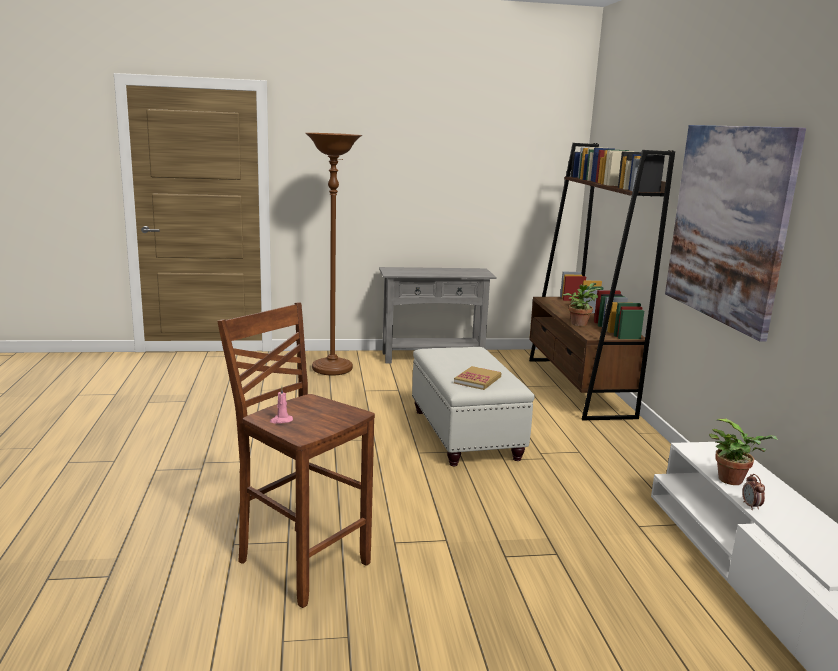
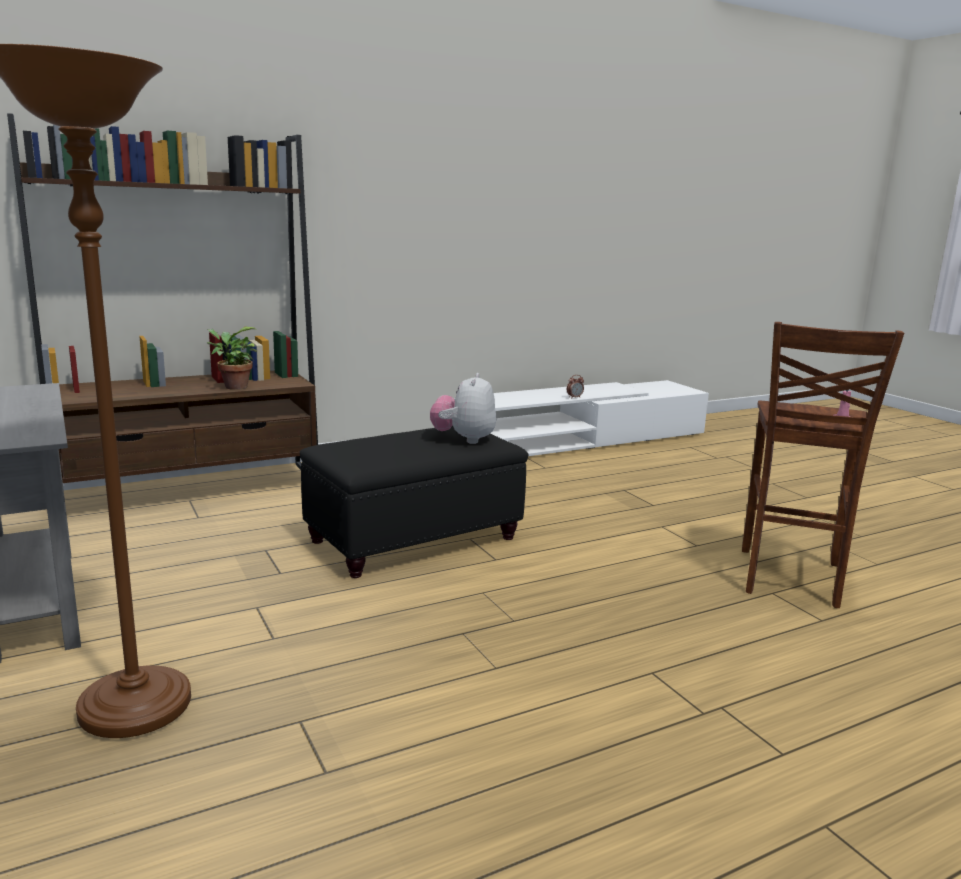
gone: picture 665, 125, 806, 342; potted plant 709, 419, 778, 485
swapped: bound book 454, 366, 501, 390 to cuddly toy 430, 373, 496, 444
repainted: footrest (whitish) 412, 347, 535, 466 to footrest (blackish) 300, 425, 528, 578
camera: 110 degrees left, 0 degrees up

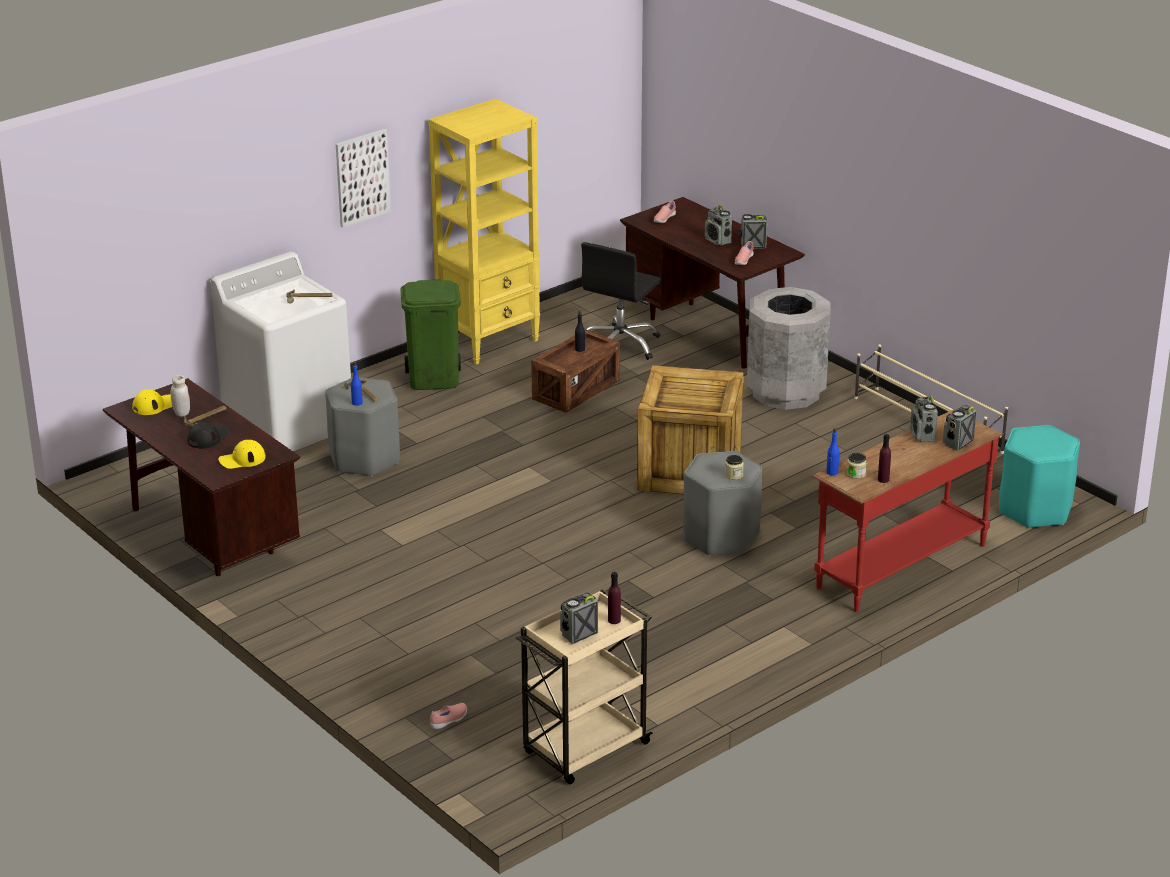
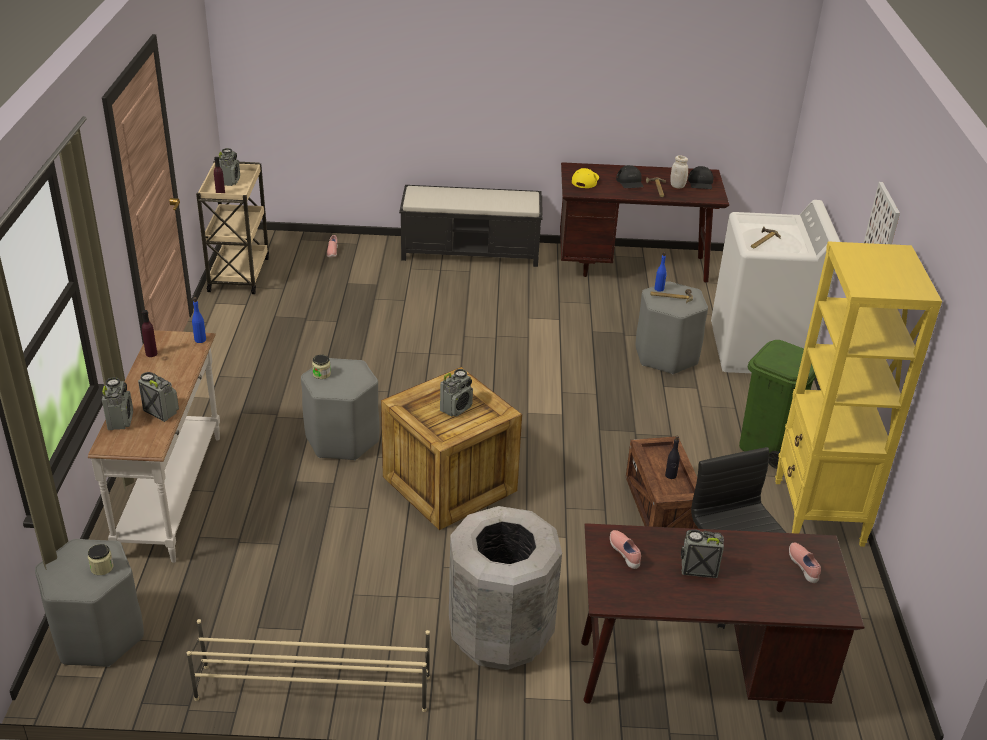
new: long seat (blackish) 399, 185, 542, 267
shifted: radio receiver 740, 214, 767, 249 to 440, 369, 473, 417; jar 847, 453, 867, 479 to 88, 544, 114, 575
repainted: peaked cap (yellow) 132, 389, 172, 415 to peaked cap (blackish) 688, 166, 714, 189; hall table (red-coloured) 812, 409, 1003, 612 to hall table (whitish) 88, 330, 220, 563; sitting stool (turquoise-coloured) 999, 425, 1080, 528 to sitting stool (greyish) 35, 539, 144, 667
camera: 130 degrees right, 5 degrees up

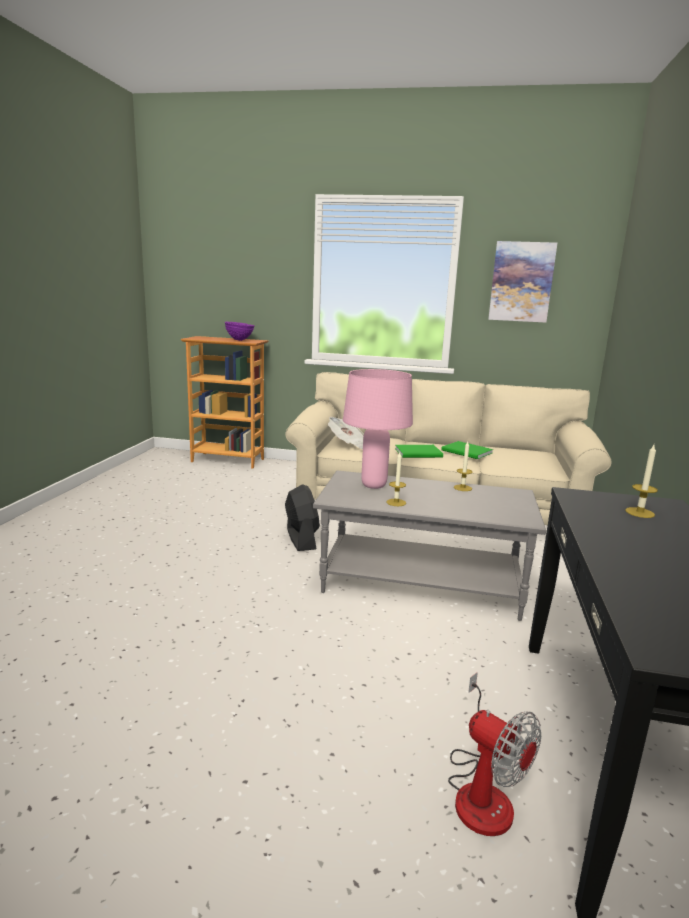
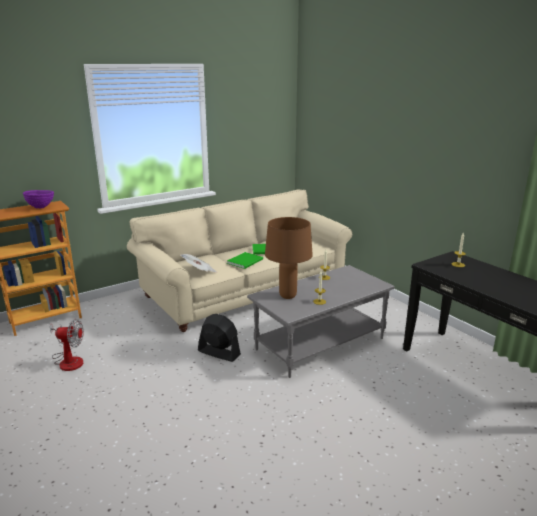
gone: picture 488, 241, 557, 323
shifted: cooling fan 448, 672, 541, 836 to 50, 319, 84, 371
repainted: table lamp (pink) 343, 369, 413, 489 to table lamp (brownish) 265, 217, 313, 299
camera: 45 degrees left, 5 degrees up

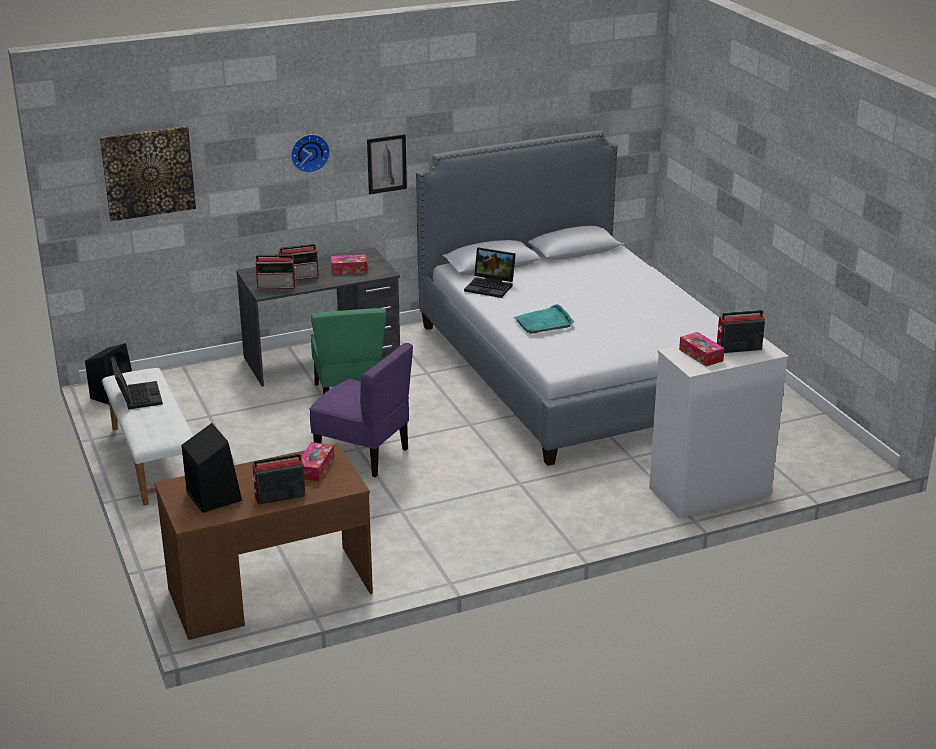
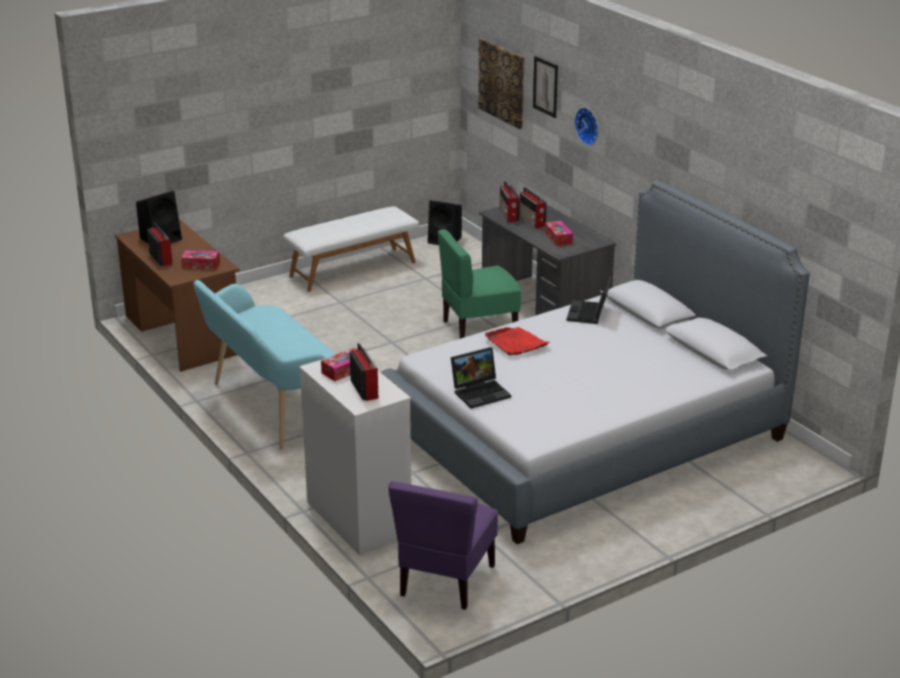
new: long seat (turquoise-coloured) 193, 280, 336, 450
shifted: picture 367, 134, 407, 194 to 533, 56, 558, 118; chair (purplish) 309, 343, 413, 477 to 388, 482, 498, 610; portable computer 111, 357, 163, 410 to 451, 347, 511, 409
repainted: serving tray (turquoise-coloured) 514, 304, 574, 334 to serving tray (red-coloured) 485, 327, 550, 355
camera: 80 degrees right, 0 degrees up

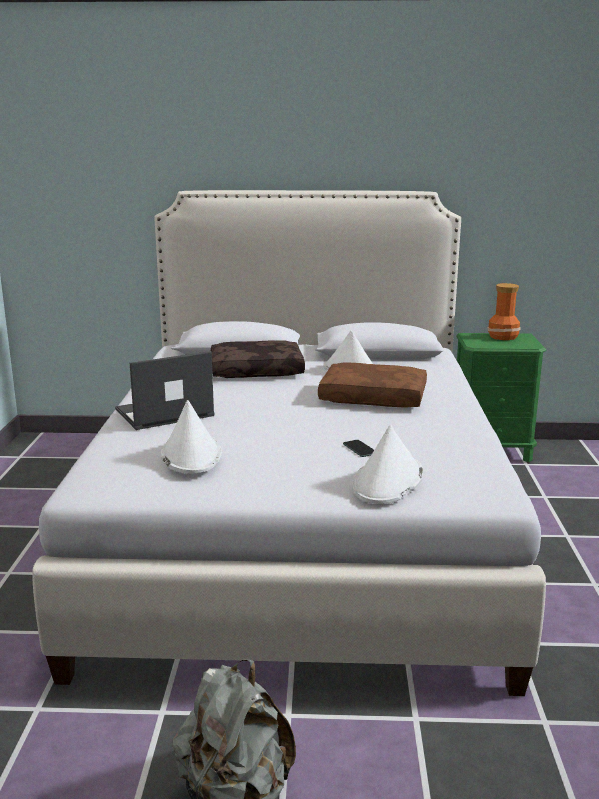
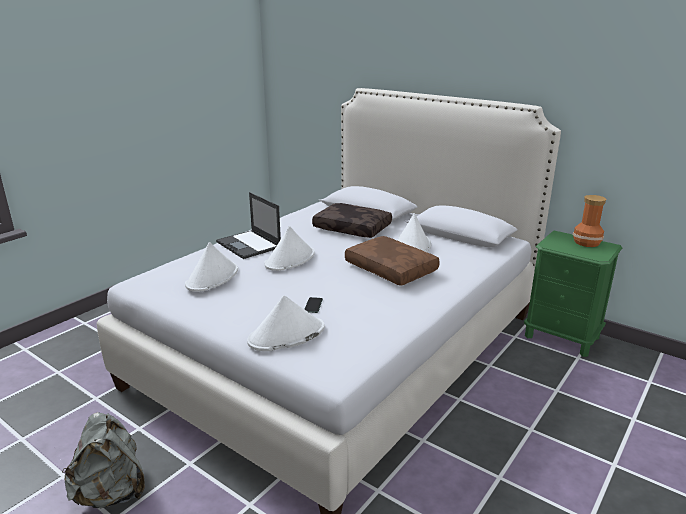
new: clothing hat (whitish) 264, 226, 315, 271
rotated: portable computer 115, 351, 215, 430 = 216, 192, 281, 259 135 degrees counterclockwise
camera: 35 degrees right, 5 degrees up

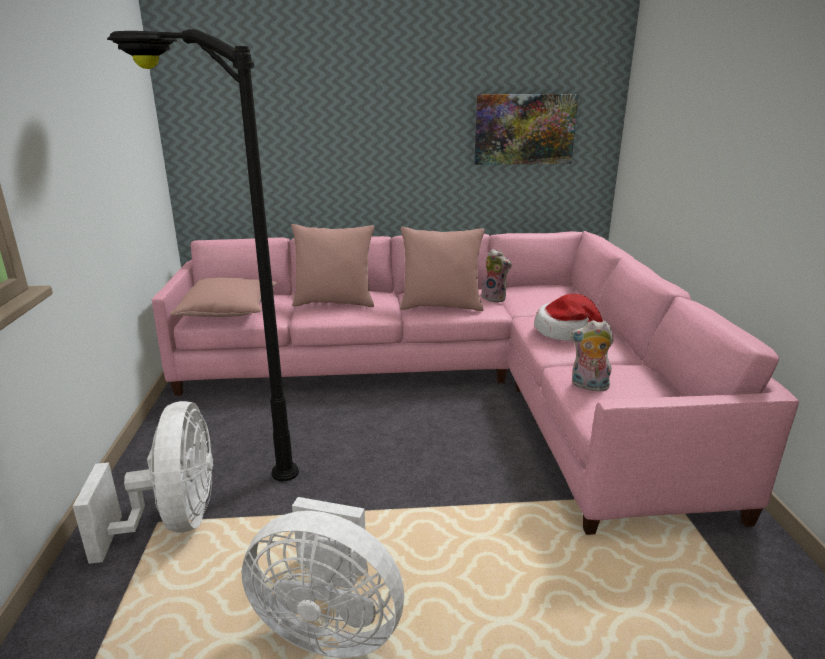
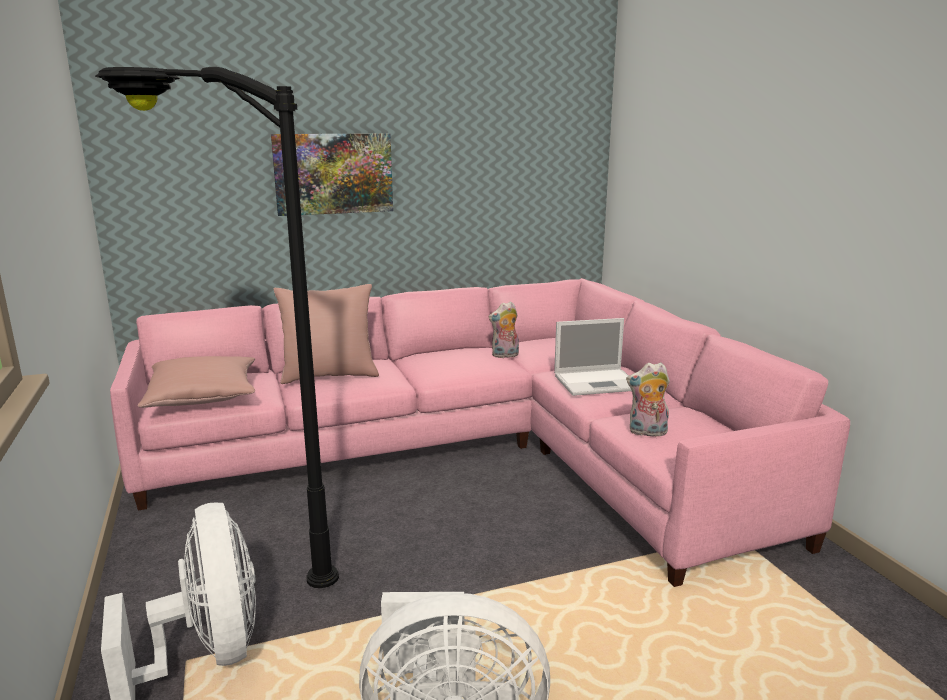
gone: cushion (pink) 400, 227, 485, 311
shifted: picture 474, 94, 579, 165 to 271, 133, 393, 216
swapped: clothing hat 534, 294, 603, 341 to portable computer 554, 318, 632, 396
rotated: cuddly toy 481, 249, 512, 303 = 489, 301, 519, 358 135 degrees clockwise
camera: 15 degrees left, 5 degrees down

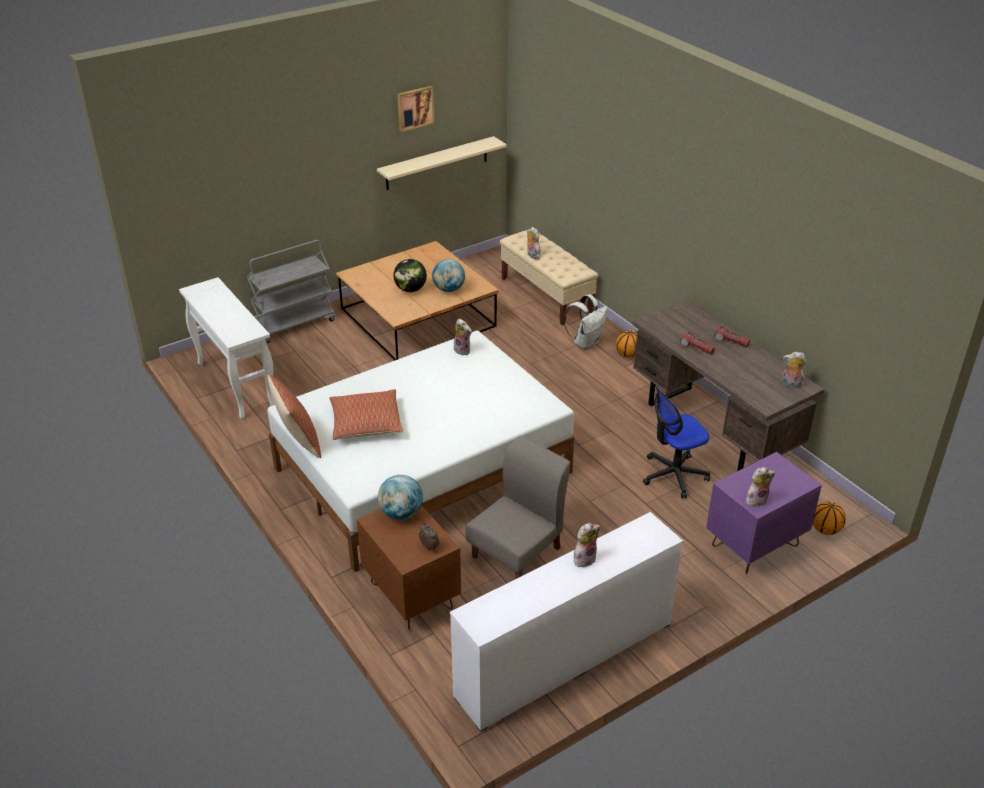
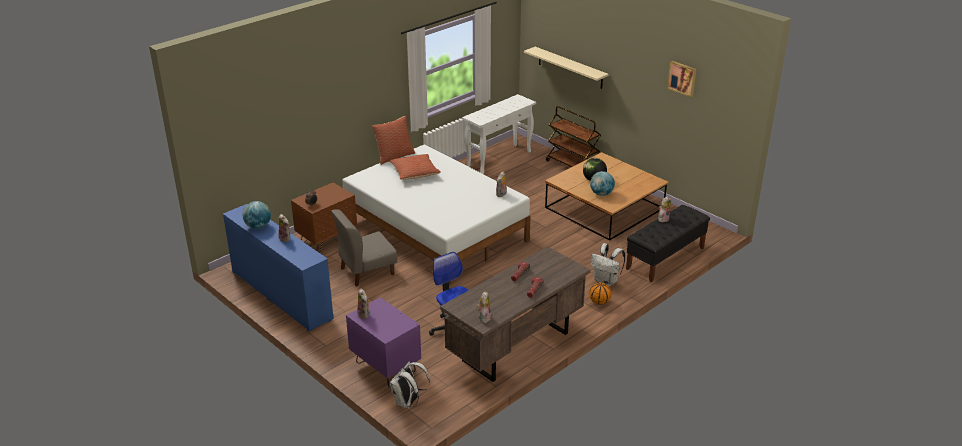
shifted: bracket shelf (beige) 377, 136, 507, 190 to 524, 47, 609, 89; globe 378, 475, 423, 520 to 243, 201, 271, 229
swapped: ball for basketball 813, 502, 846, 535 to knapsack (whitish) 390, 362, 430, 409
repainted: long seat (beige) 500, 230, 599, 326 to long seat (blackish) 626, 205, 710, 283; cart (greyish) 247, 240, 335, 343 to cart (brownish) 546, 106, 601, 167; drawer chest (whitish) 450, 512, 683, 732 to drawer chest (blue-coloured) 223, 204, 333, 332
rotated: chair (greyish) 465, 436, 570, 579 = 331, 209, 398, 287 120 degrees clockwise
camera: 80 degrees right, 5 degrees down

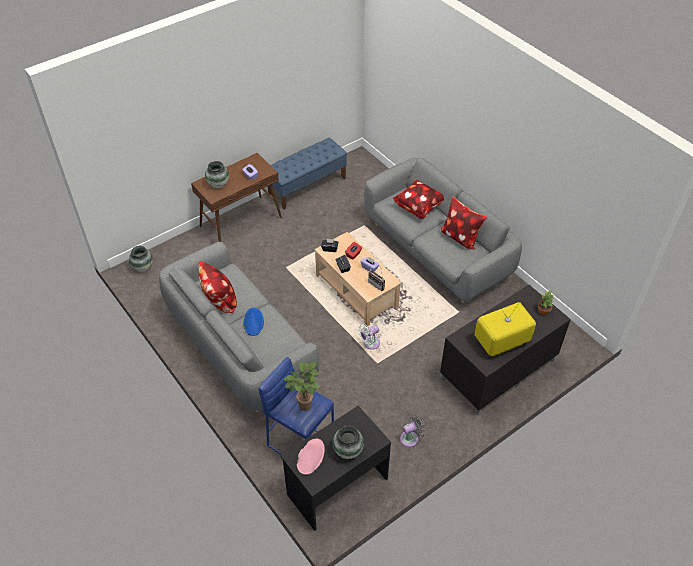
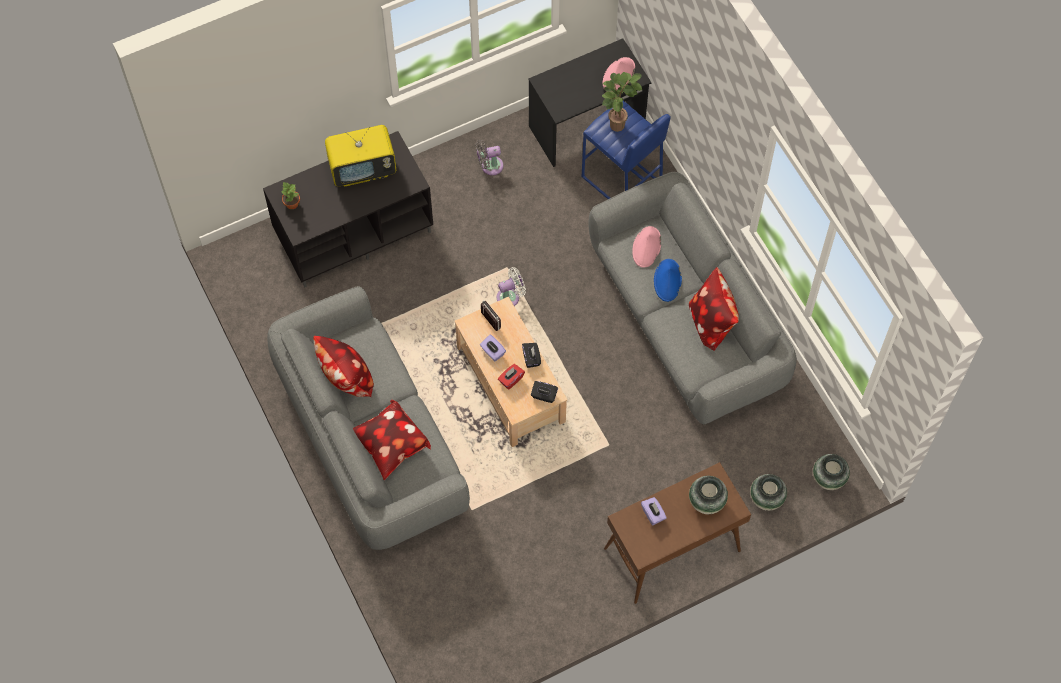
gone: long seat (blue-coloured) 268, 138, 347, 209
new: clothing hat (pink) 632, 226, 661, 268
shifted: vase 332, 426, 364, 459 to 750, 474, 787, 511
camera: 170 degrees left, 15 degrees up

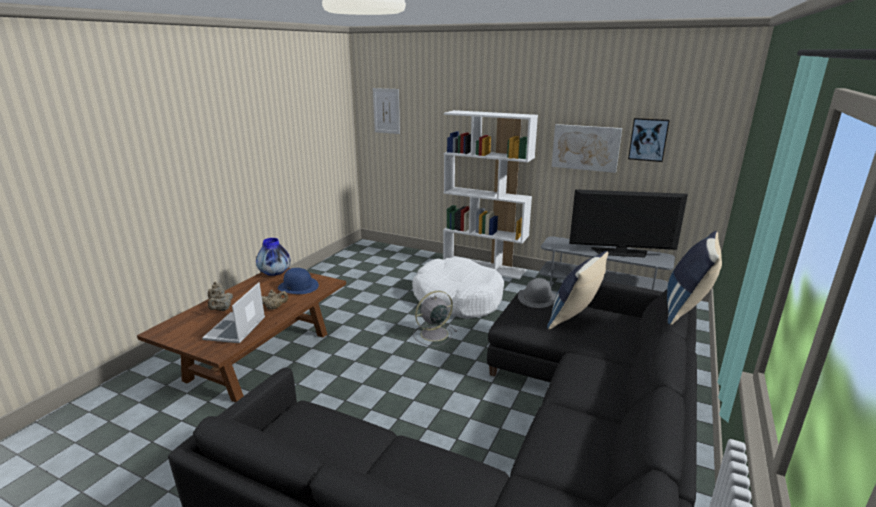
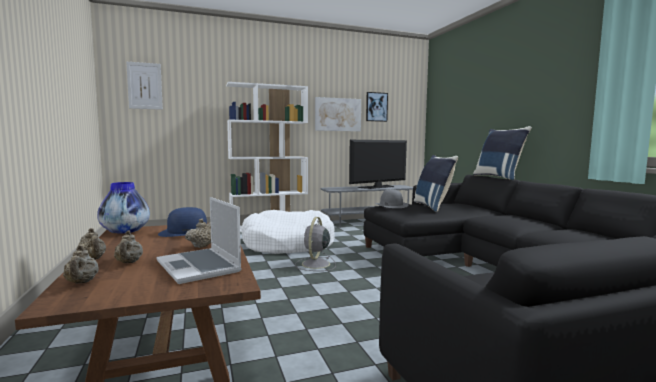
new: teapot (beige) 63, 245, 99, 284
camera: 45 degrees left, 15 degrees down

